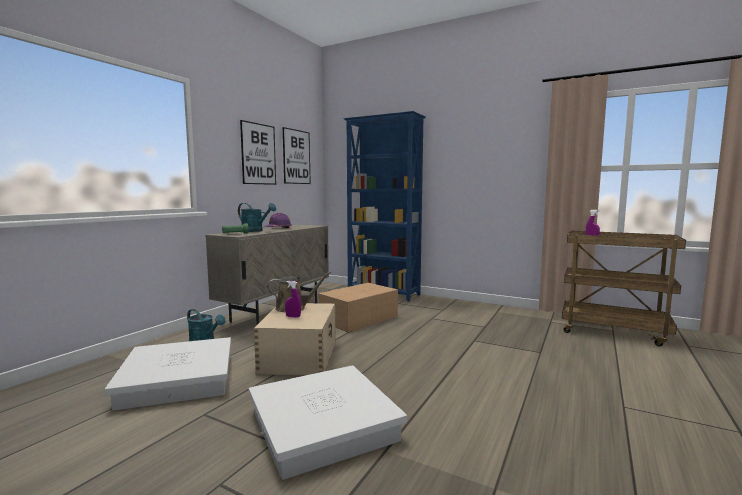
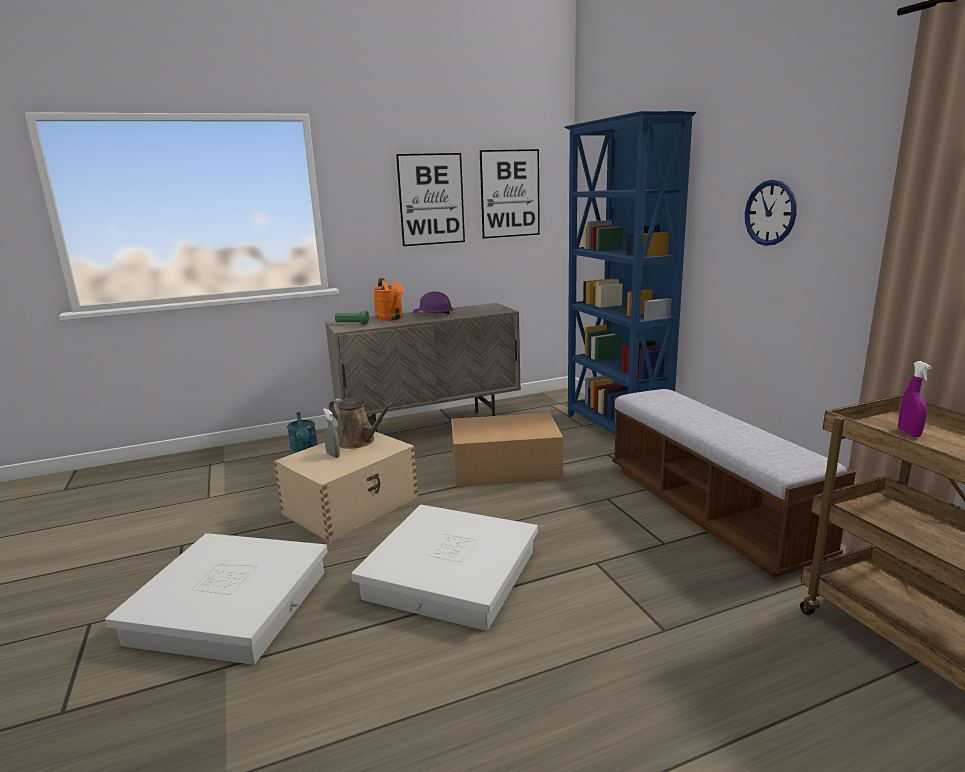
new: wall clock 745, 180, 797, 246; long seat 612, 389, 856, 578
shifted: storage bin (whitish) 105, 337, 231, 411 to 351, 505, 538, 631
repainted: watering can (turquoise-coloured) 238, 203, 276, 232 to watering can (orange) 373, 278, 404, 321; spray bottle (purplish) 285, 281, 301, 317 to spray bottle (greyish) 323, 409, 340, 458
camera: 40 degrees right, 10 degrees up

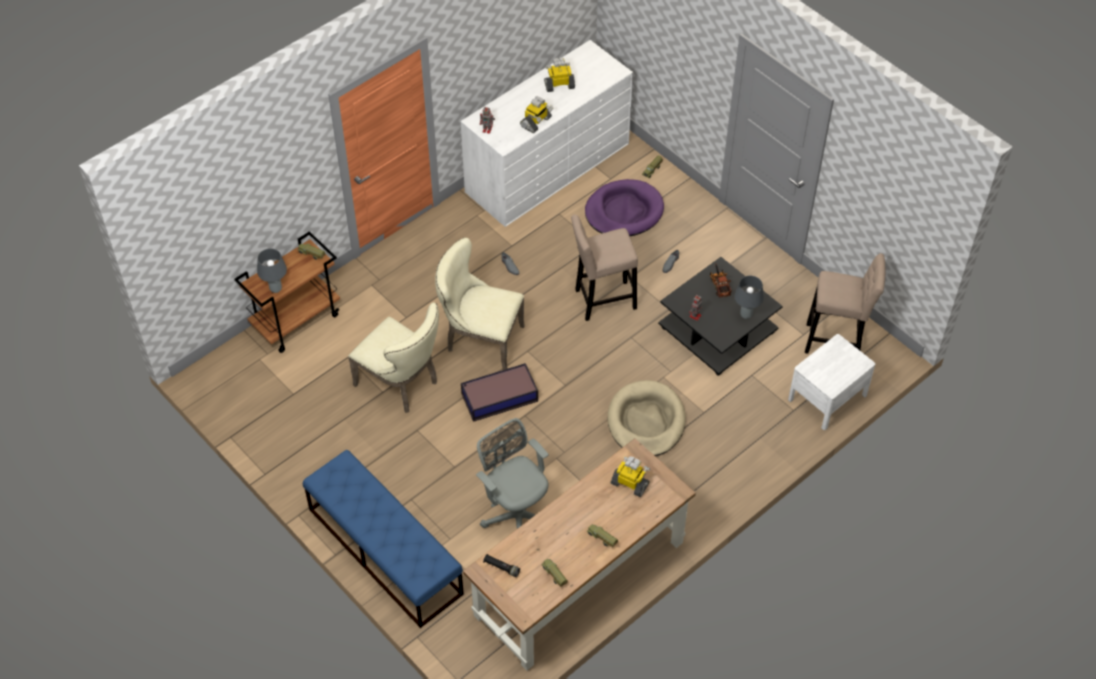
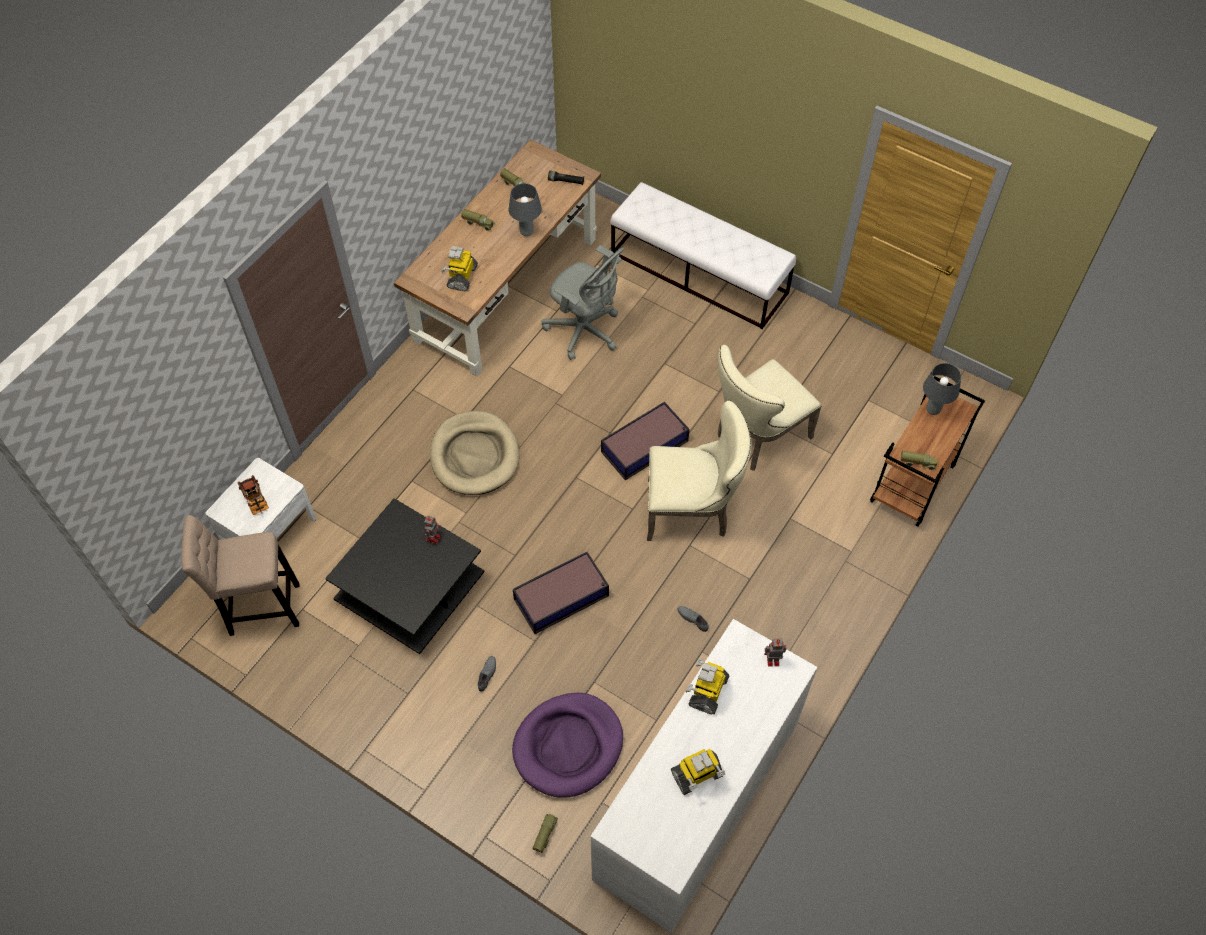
shifted: model truck 710, 262, 732, 297 to 238, 475, 269, 515; table lamp (greyish) 735, 276, 764, 319 to 509, 183, 542, 236
swapped: sitting stool (beige) 571, 215, 638, 321 to storage bin 513, 552, 609, 634
repainted: long seat (blue-coloured) 303, 450, 464, 628 to long seat (whitish) 610, 182, 796, 329
rotated: chair (beige) 348, 303, 439, 413 = 718, 345, 822, 471 60 degrees counterclockwise; toy robot 611, 456, 650, 497 = 441, 246, 478, 291 90 degrees clockwise
camera: 165 degrees right, 5 degrees up

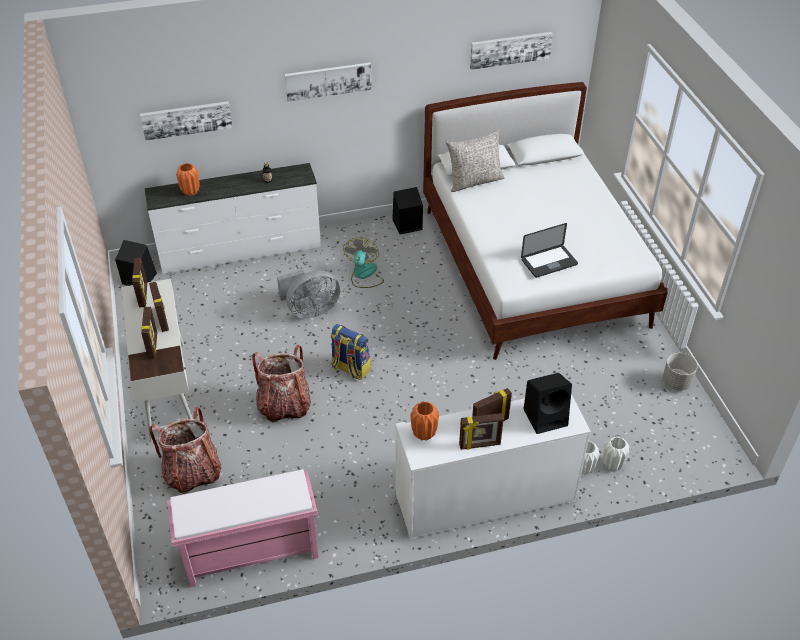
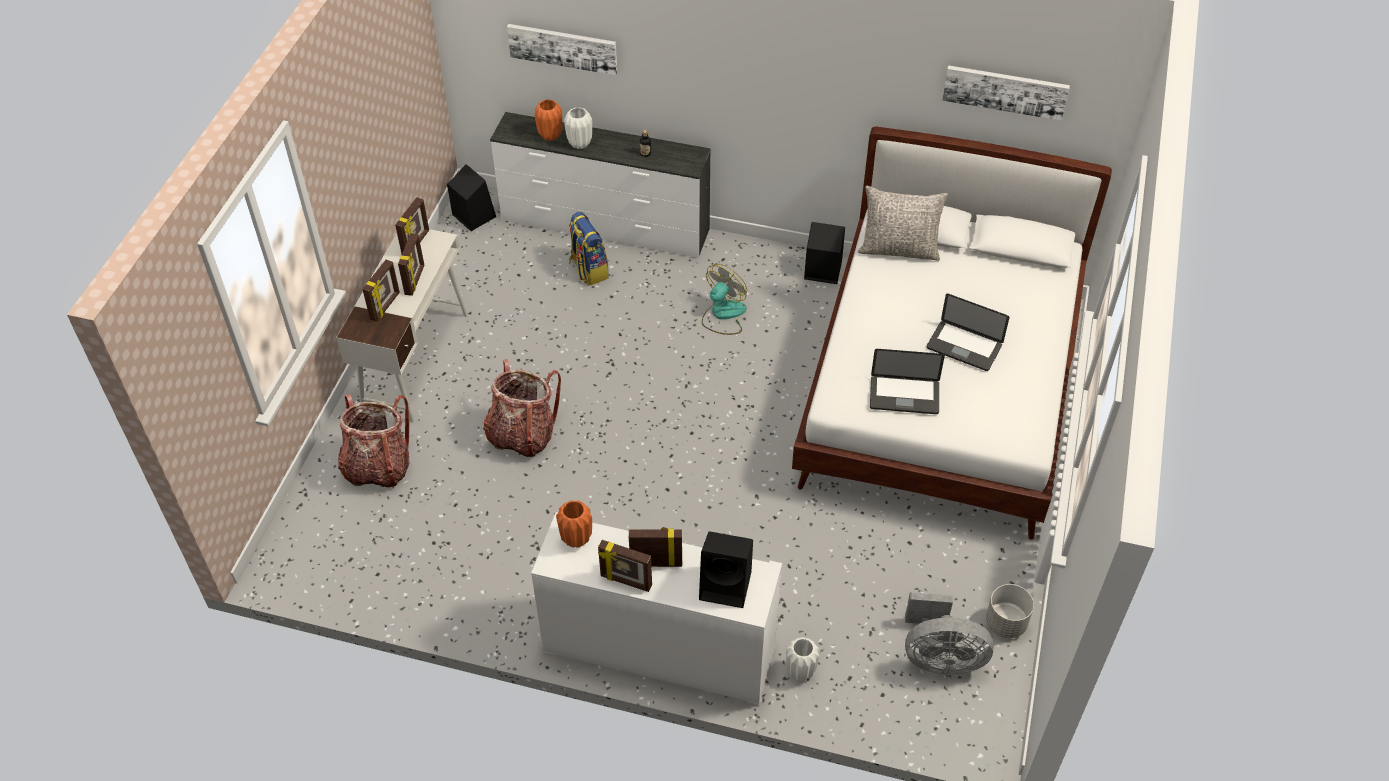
gone: picture 285, 63, 372, 102; long seat (pink) 167, 469, 319, 587
new: portable computer 927, 293, 1009, 371
shifted: cooling fan (greyish) 277, 269, 340, 318 to 905, 592, 994, 674; knapsack 331, 324, 371, 380 to 569, 212, 609, 286; vase (whitish) 603, 437, 629, 471 to 564, 107, 592, 149
camera: 30 degrees right, 5 degrees up

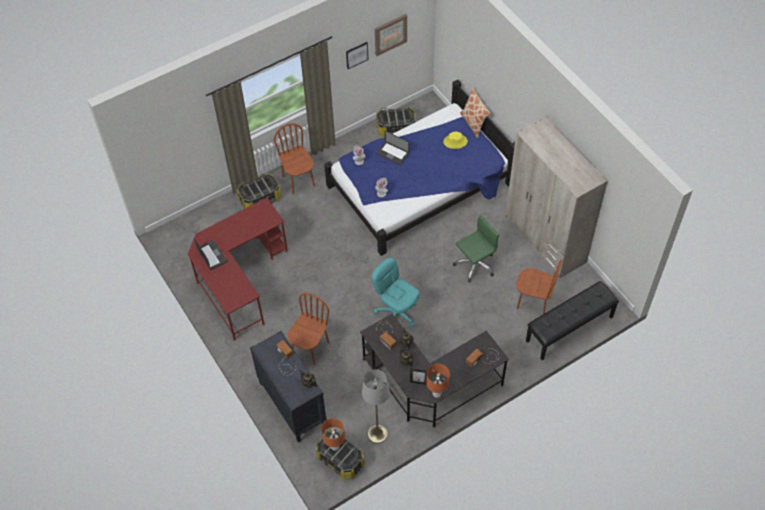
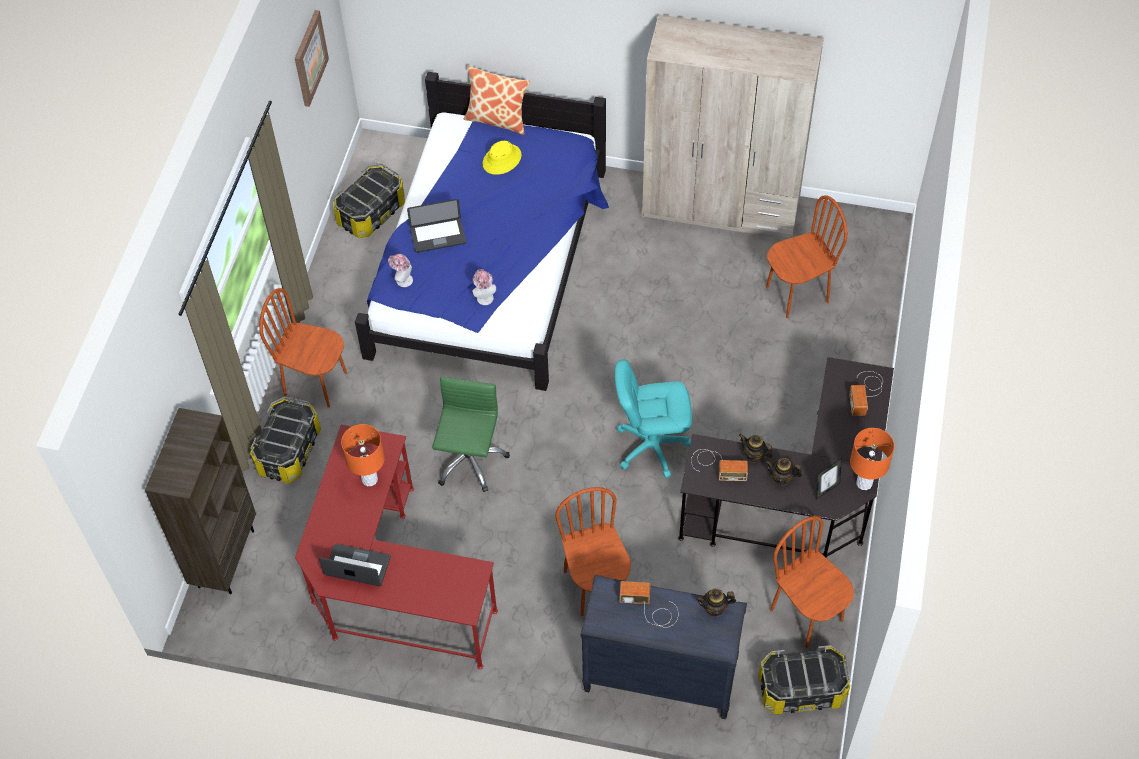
gone: picture 346, 42, 368, 69; long seat (blackish) 526, 281, 619, 360
new: bookshelf (brownish) 145, 408, 256, 594
shifted: desk chair (green-coloured) 453, 215, 499, 282 to 432, 377, 510, 492; table lamp (orange) 321, 418, 345, 451 to 341, 424, 385, 486
swapped: standard lamp (greyish) 362, 369, 390, 443 to chair (brownish) 770, 516, 854, 648
camera: 45 degrees left, 0 degrees up

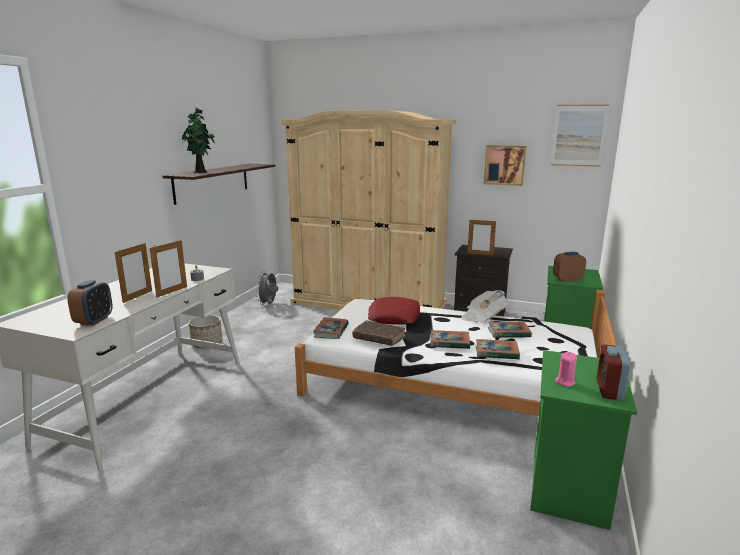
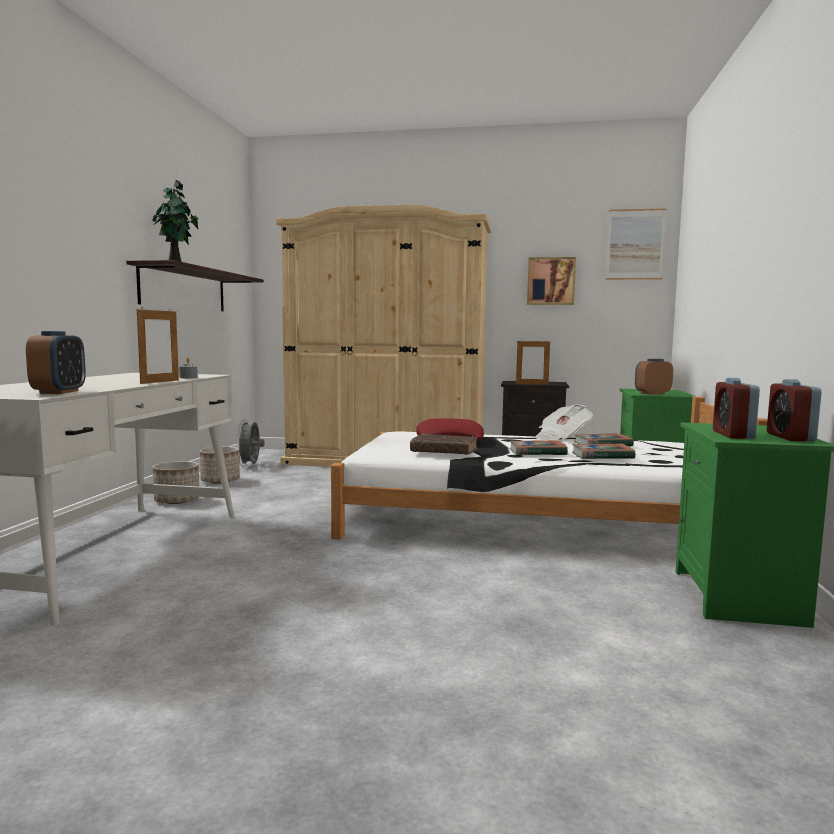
gone: standing frame 115, 243, 152, 303; bound book 313, 317, 349, 339
new: plant pot 199, 446, 240, 484
swapped: wax candle (pink) 555, 352, 577, 387 to bedside clock 713, 378, 760, 439
camera: 10 degrees left, 10 degrees down

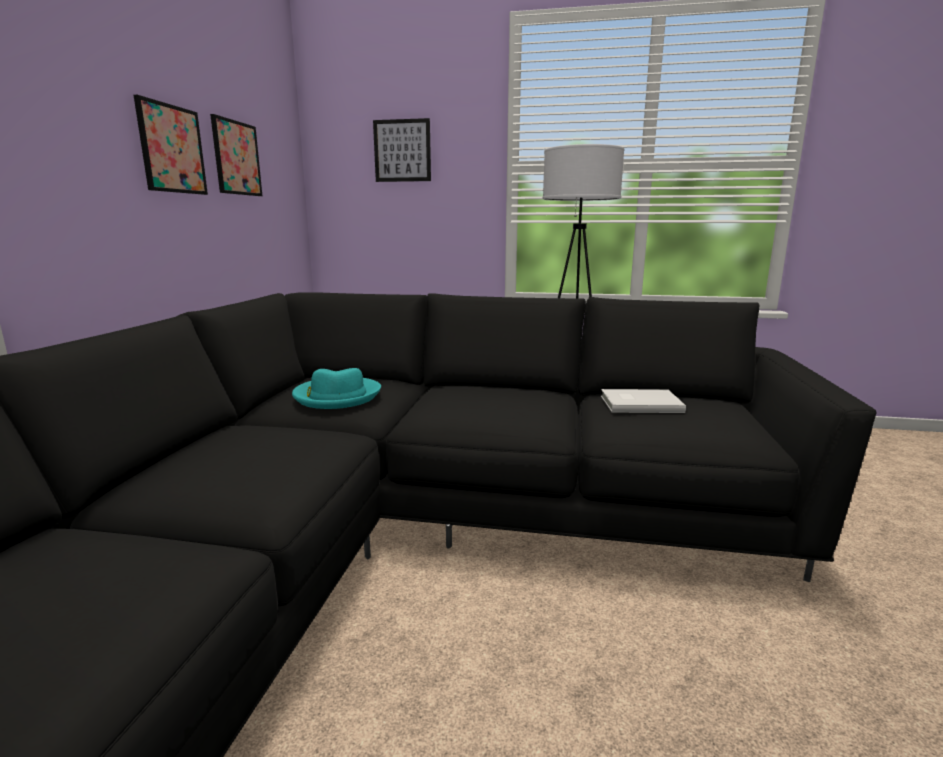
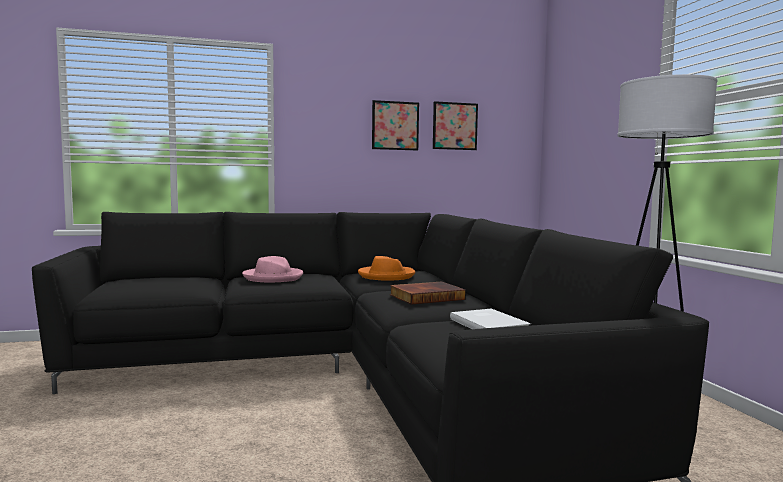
gone: picture 373, 118, 431, 182
new: clothing hat (pink) 242, 256, 303, 282; bound book 390, 282, 466, 305
repainted: clothing hat (turquoise-coloured) 292, 368, 381, 409 to clothing hat (orange) 358, 256, 415, 281
camera: 65 degrees right, 10 degrees down

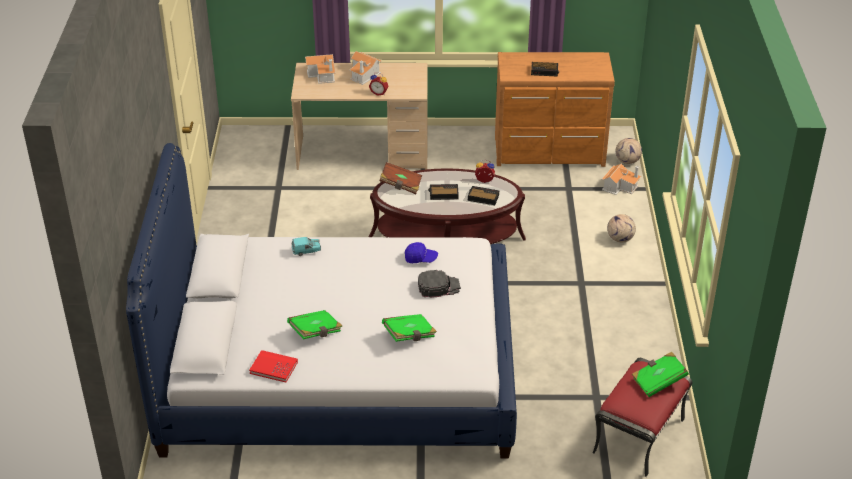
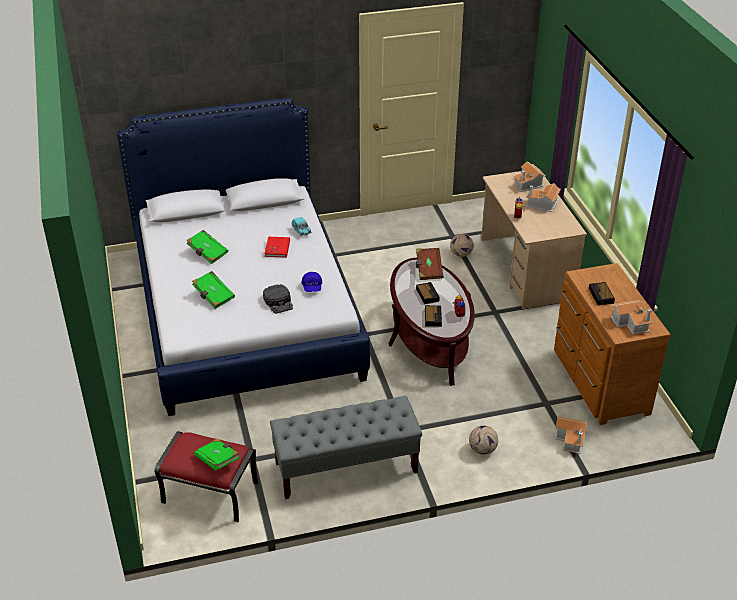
new: model house 611, 300, 653, 335; long seat (greyish) 270, 396, 422, 499
shifted: ball for football 616, 138, 642, 164 to 450, 234, 474, 257; bound book (red-coloured) 249, 350, 298, 382 to 264, 237, 290, 258
camera: 75 degrees right, 0 degrees up

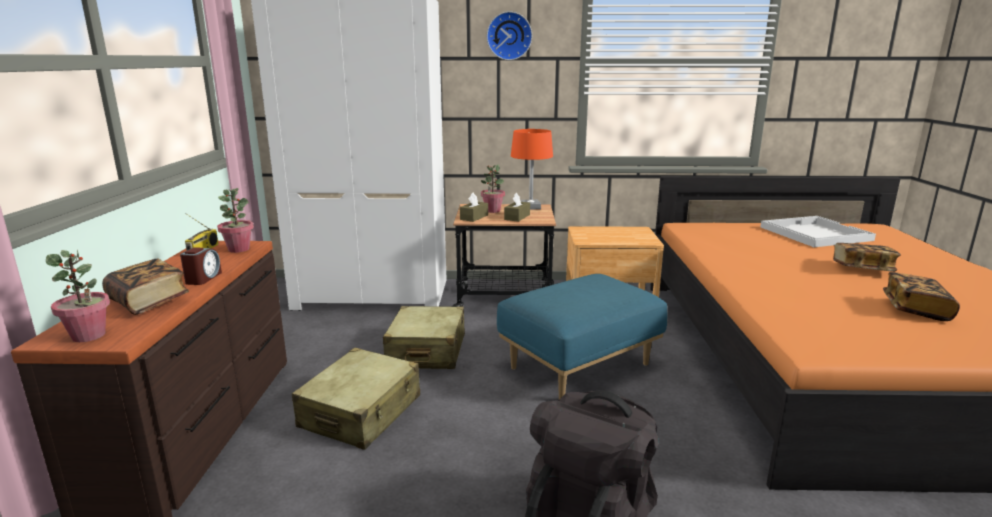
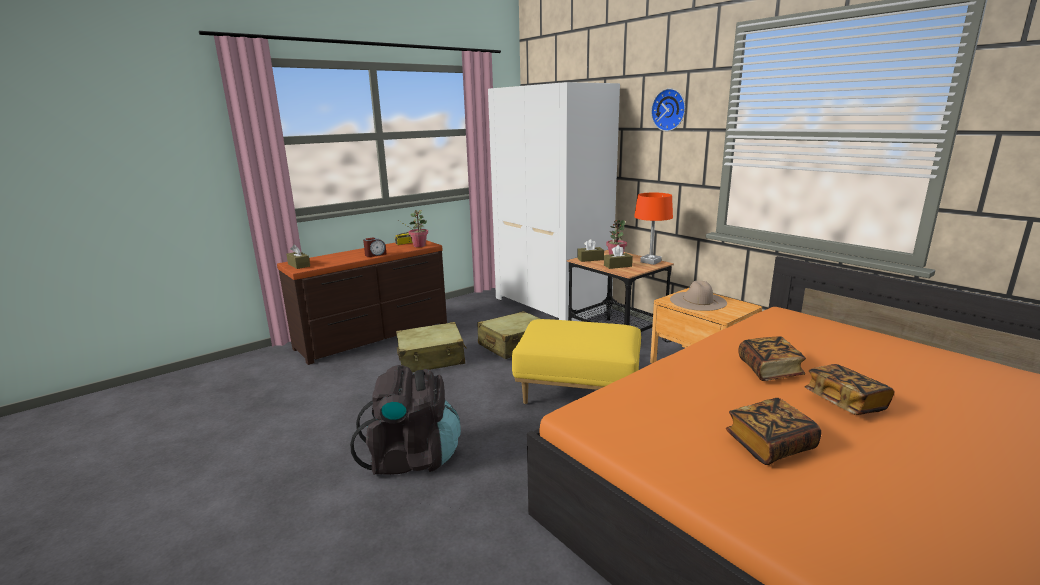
gone: serving tray (whitish) 761, 216, 876, 247
new: clothing hat (beige) 670, 281, 727, 311
shifted: bound book 102, 259, 189, 315 to 739, 336, 806, 381
swapped: potted plant 46, 250, 110, 342 to tissue holder (brownish) 286, 244, 310, 269
repainted: footrest (blue-coloured) 497, 274, 667, 400 to footrest (yellow) 512, 319, 641, 404
camera: 50 degrees right, 0 degrees up

